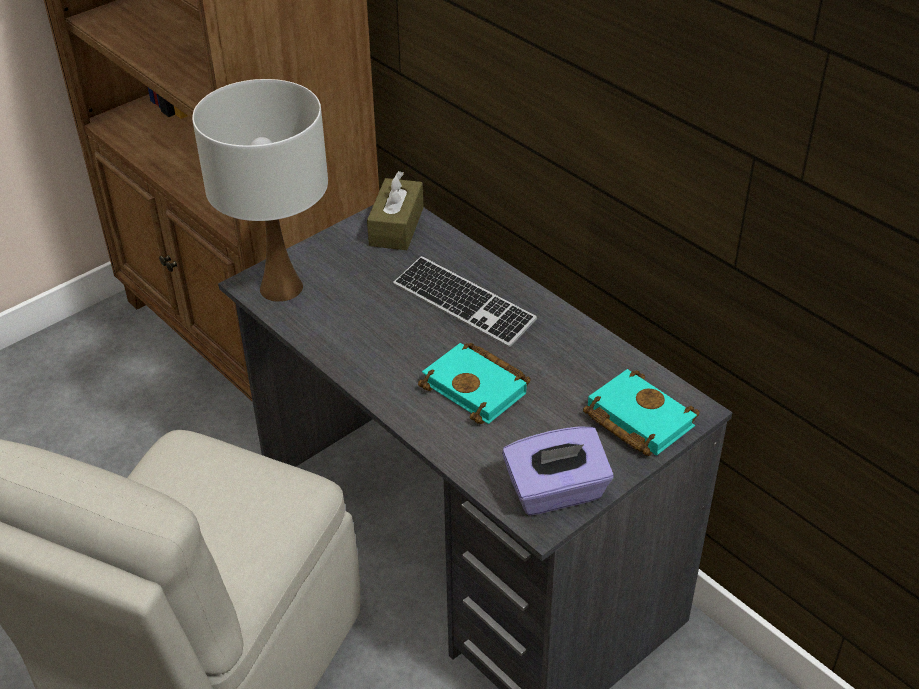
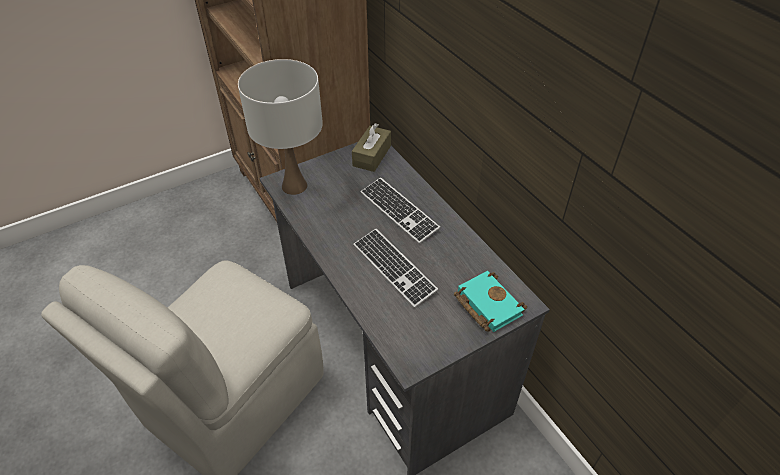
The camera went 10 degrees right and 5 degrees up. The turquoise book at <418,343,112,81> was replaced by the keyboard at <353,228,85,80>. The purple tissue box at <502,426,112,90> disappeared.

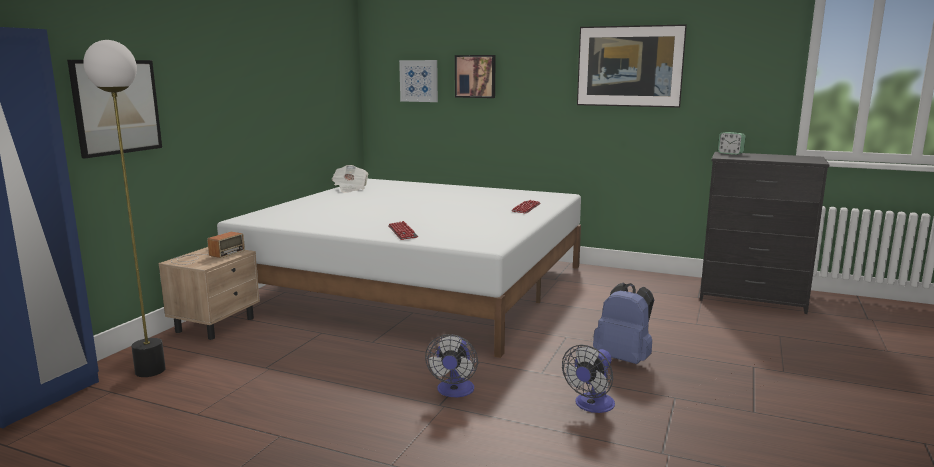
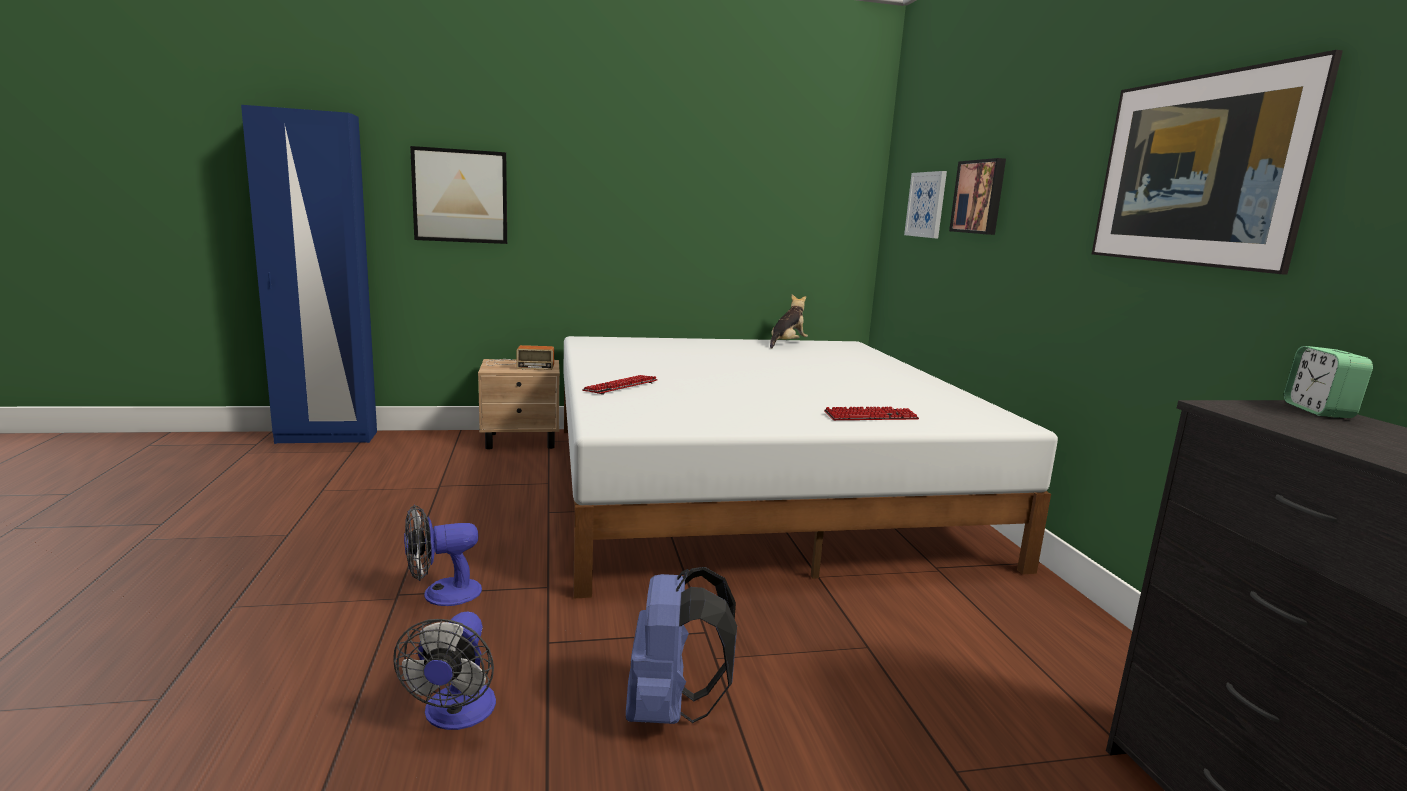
The camera went 55 degrees right and 0 degrees up. The floor lamp at <83,40,83,337> disappeared. The newspaper at <332,165,36,28> was replaced by the plush toy at <770,294,38,55>. The fan at <562,345,53,68> turned 90 degrees counterclockwise.

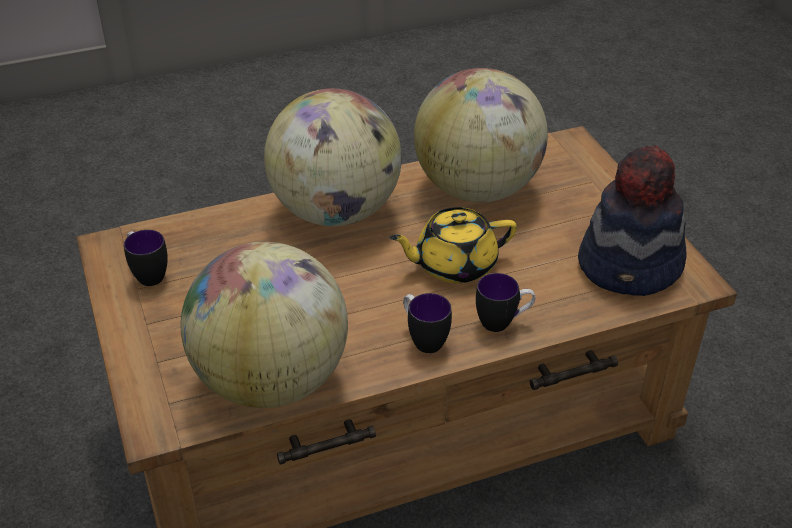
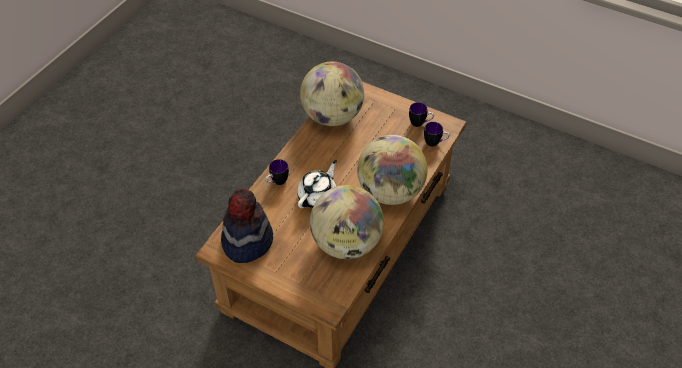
The camera went 140 degrees right and 10 degrees up. The yellow teapot at <389,207,128,76> became the white teapot at <297,160,40,48>. The mug moved from <403,293,49,60> to <424,122,26,25>.

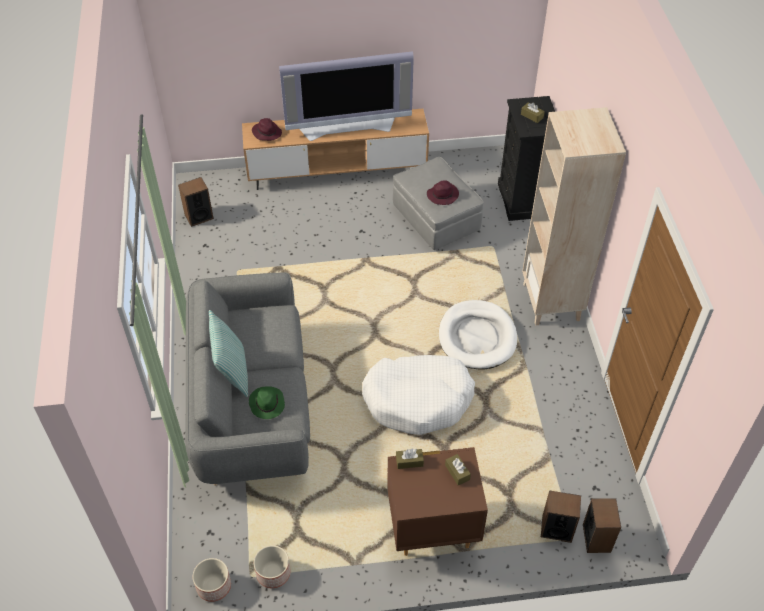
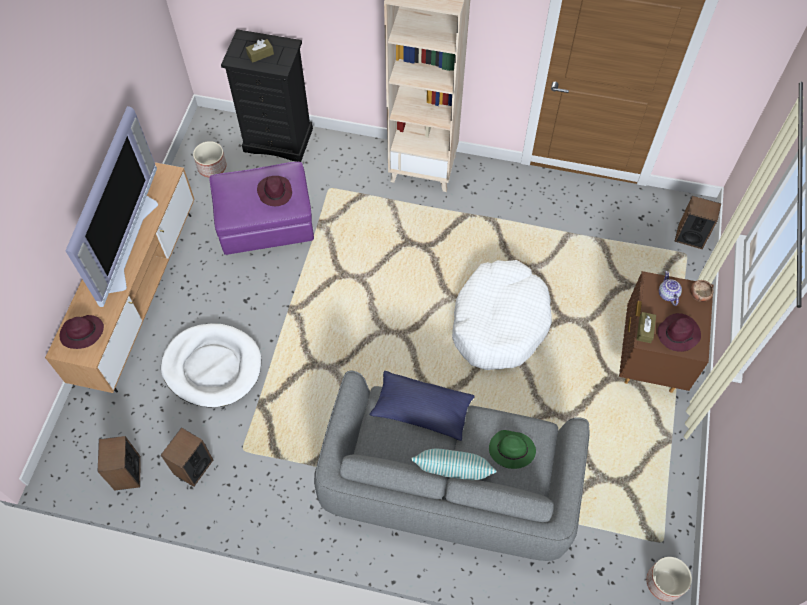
The camera went 70 degrees left and 10 degrees up. The planter moved from <254,545,37,44> to <193,141,34,36>. The grey ottoman at <393,157,91,93> became the purple ottoman at <209,162,105,93>. The white dog bed moved from <439,300,78,70> to <161,324,100,83>. The brown tissue box at <445,454,26,31> was replaced by the teapot at <659,271,23,35>. The speaker moved from <541,490,40,53> to <161,427,52,60>. The blue pillow at <370,371,105,70> appeared. The purple hat at <657,313,44,39> appeared. The bowl at <690,280,23,22> appeared.

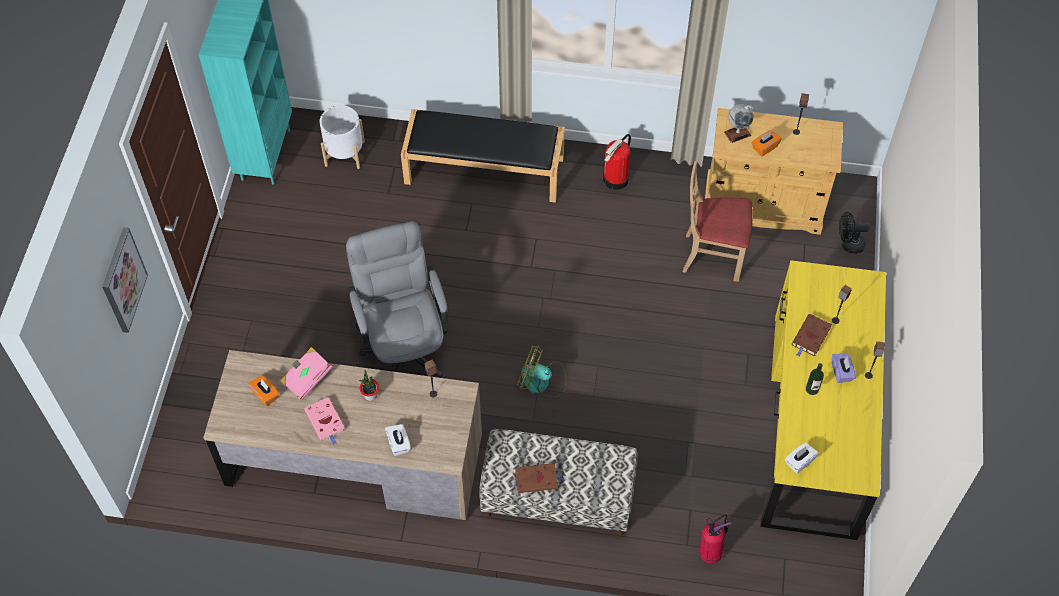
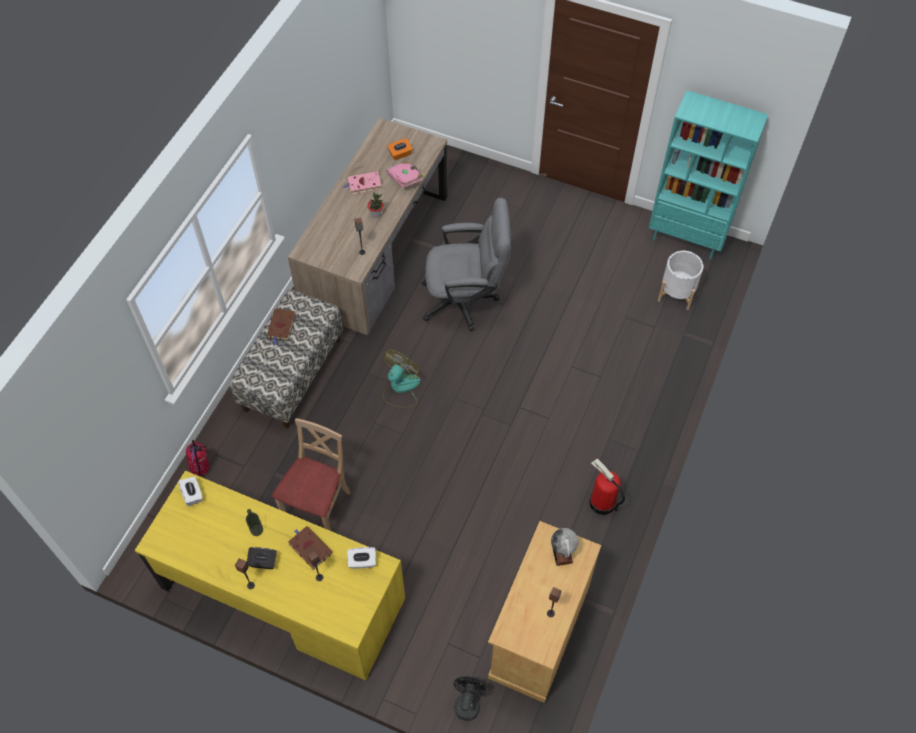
The camera went 105 degrees right and 0 degrees up. The picture at <102,227,46,106> disappeared. The white tissue box moved from <385,424,26,32> to <347,547,29,22>. The black bench at <401,109,164,94> disappeared. The beige chair moved from <683,161,70,121> to <272,418,79,113>. The orange tissue box at <752,130,30,26> disappeared. The purple tissue box at <832,354,24,29> became the black tissue box at <247,547,30,22>.

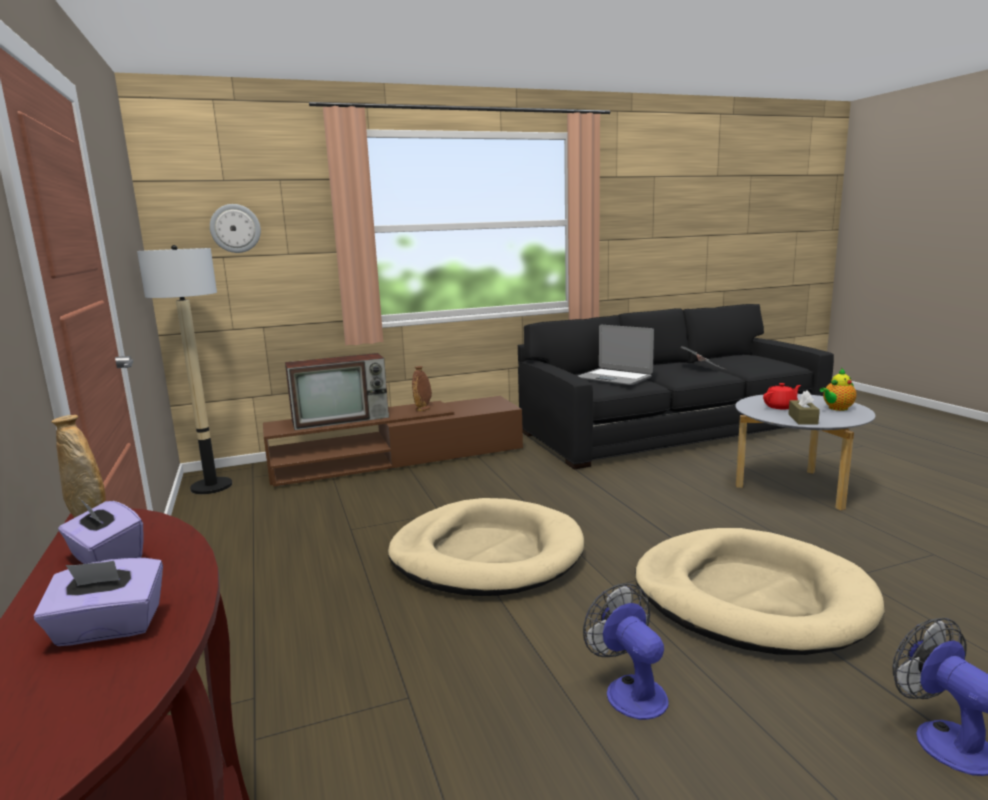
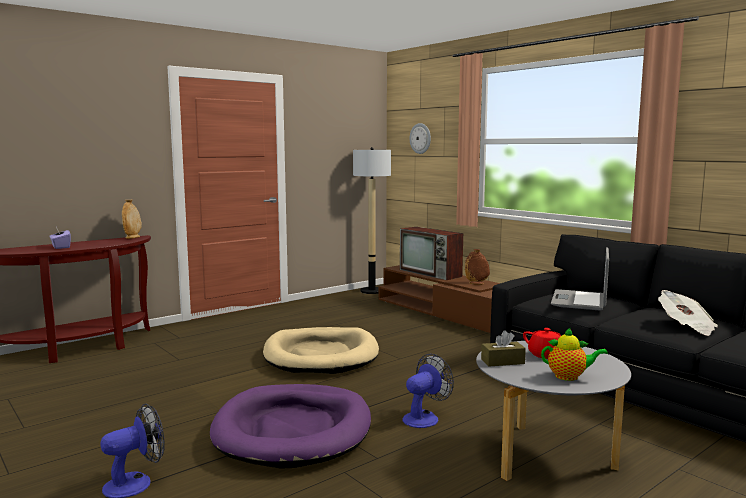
The camera went 70 degrees right and 5 degrees down. The purple tissue box at <58,499,86,65> disappeared. The fan moved from <583,583,86,137> to <402,354,52,74>. The beige dog bed at <635,528,250,127> became the purple dog bed at <210,384,161,85>. The teapot at <820,368,37,43> turned 150 degrees clockwise.

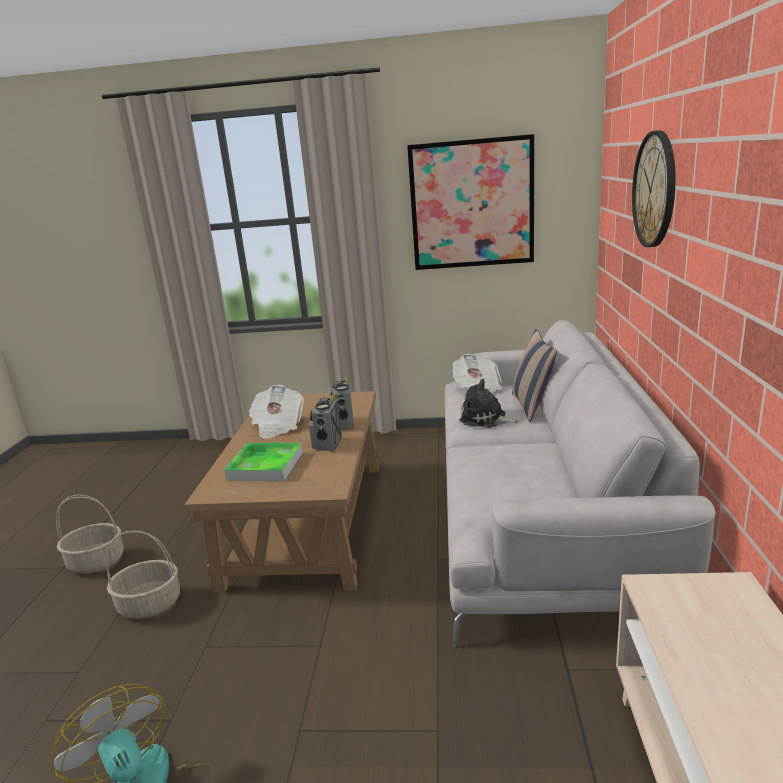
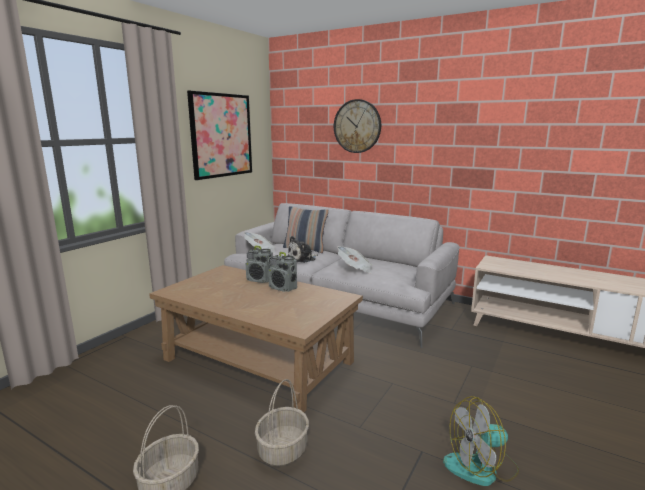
The camera went 65 degrees left and 5 degrees down. The tray at <224,443,78,38> disappeared. The newspaper moved from <248,385,56,54> to <337,246,35,28>.

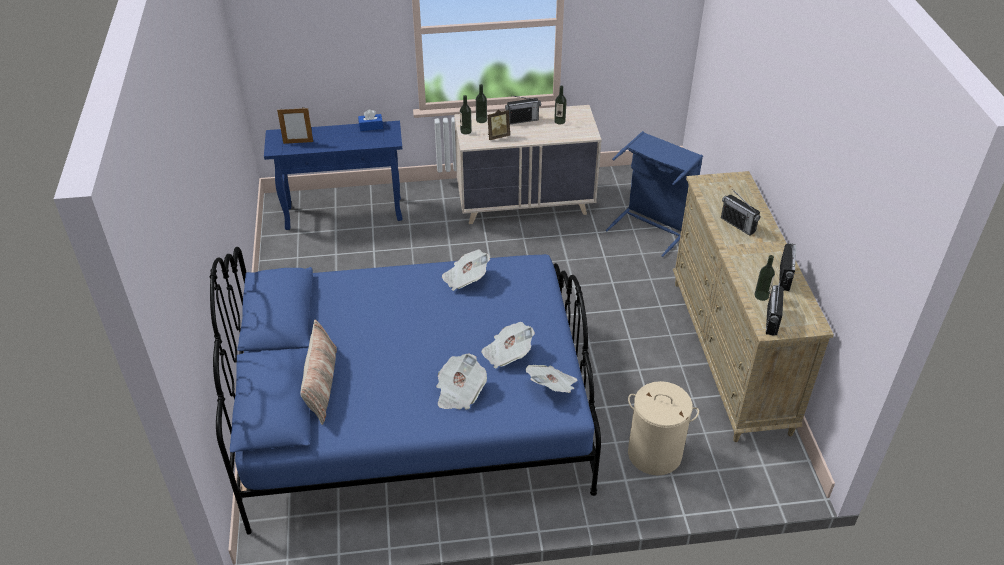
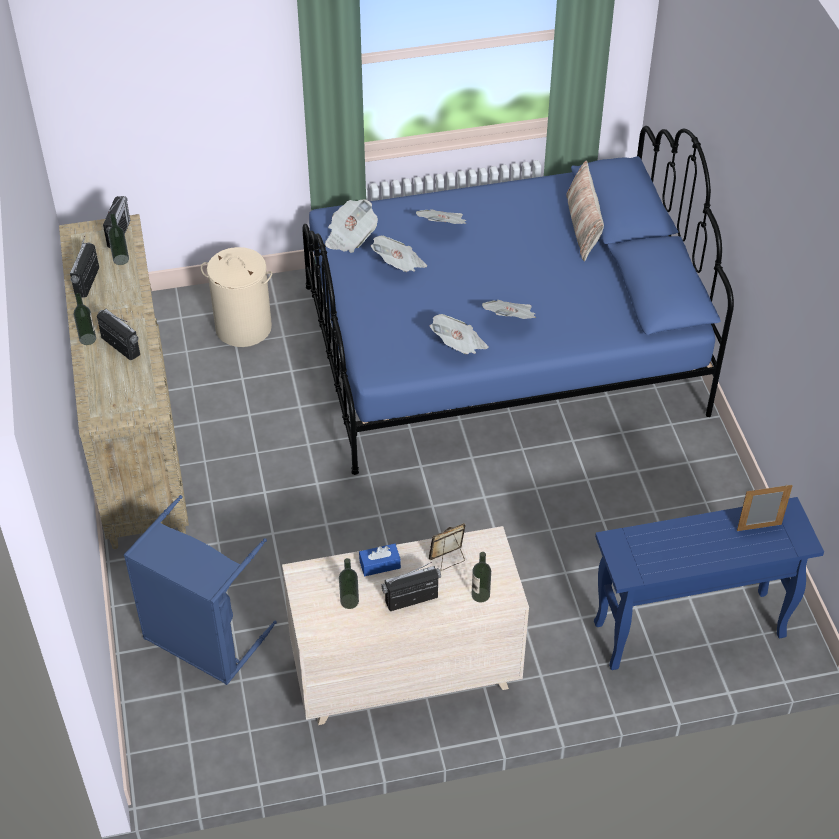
The camera went 175 degrees right and 5 degrees up. The blue tissue box moved from <358,109,25,22> to <359,544,42,32>. The bottle moved from <460,95,12,40> to <74,293,22,52>. The newspaper at <482,300,54,19> appeared.

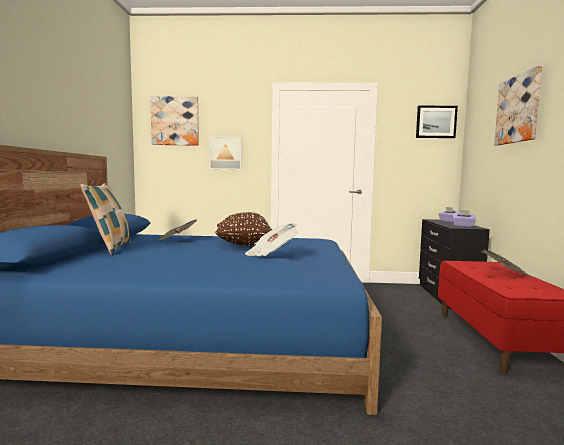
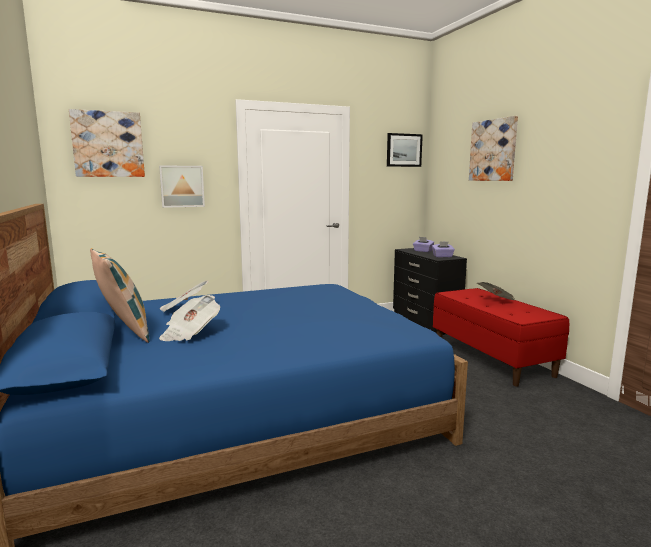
The camera went 25 degrees left and 5 degrees up. The brown pillow at <215,212,57,34> disappeared. The newspaper moved from <245,223,53,33> to <159,295,61,46>.

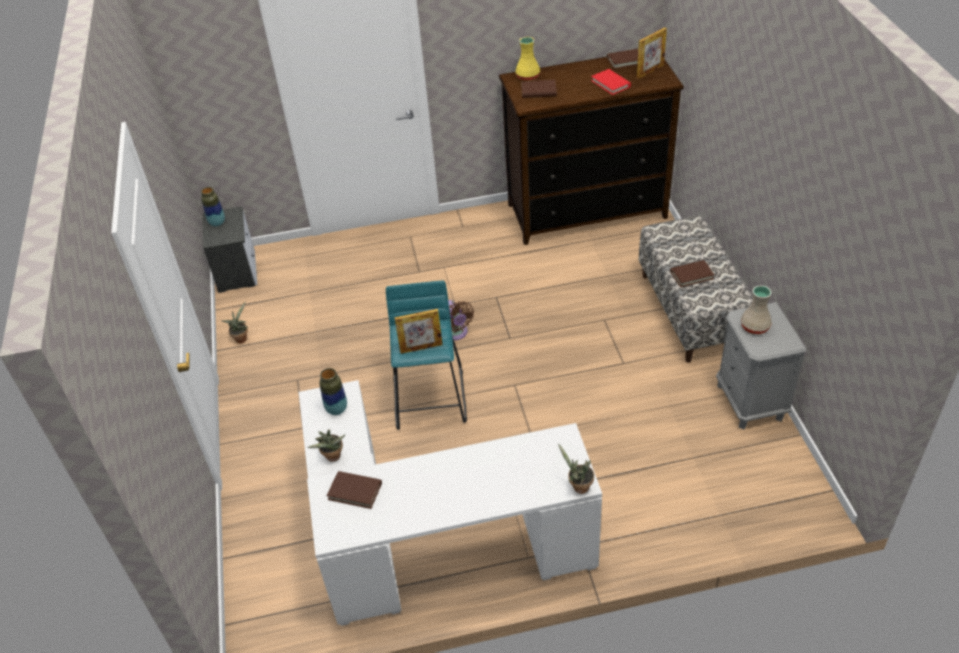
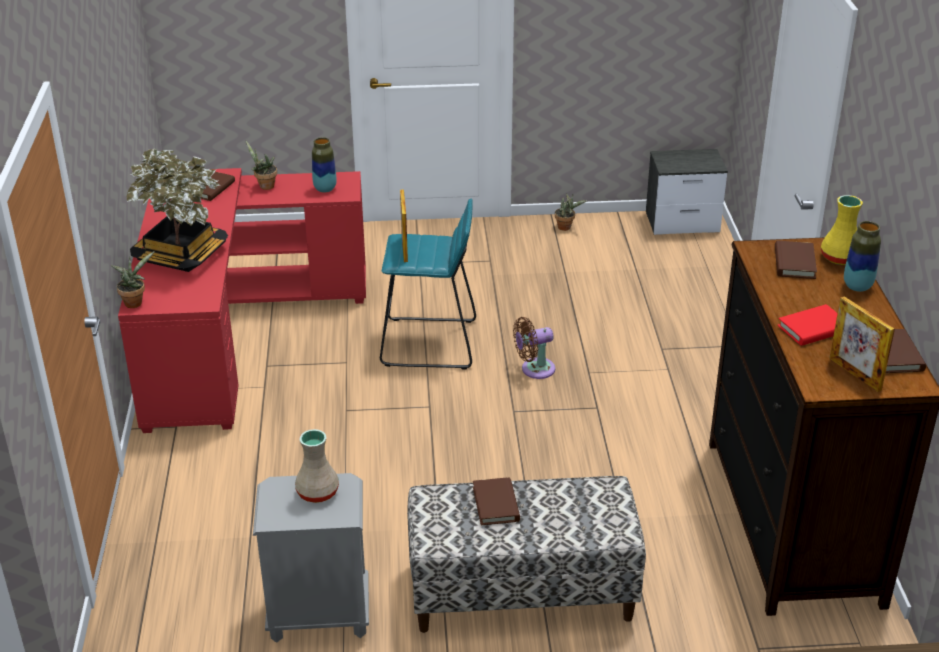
The camera went 95 degrees right and 10 degrees down. The vase moved from <201,187,24,40> to <844,221,37,71>. The white desk at <299,380,303,246> became the red desk at <118,168,248,265>. The potted plant at <127,148,101,124> appeared.

